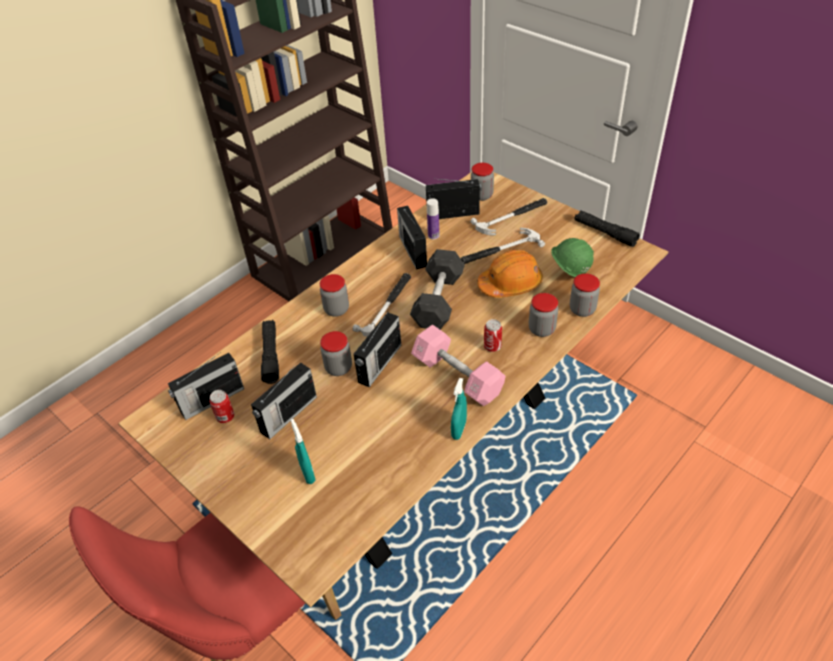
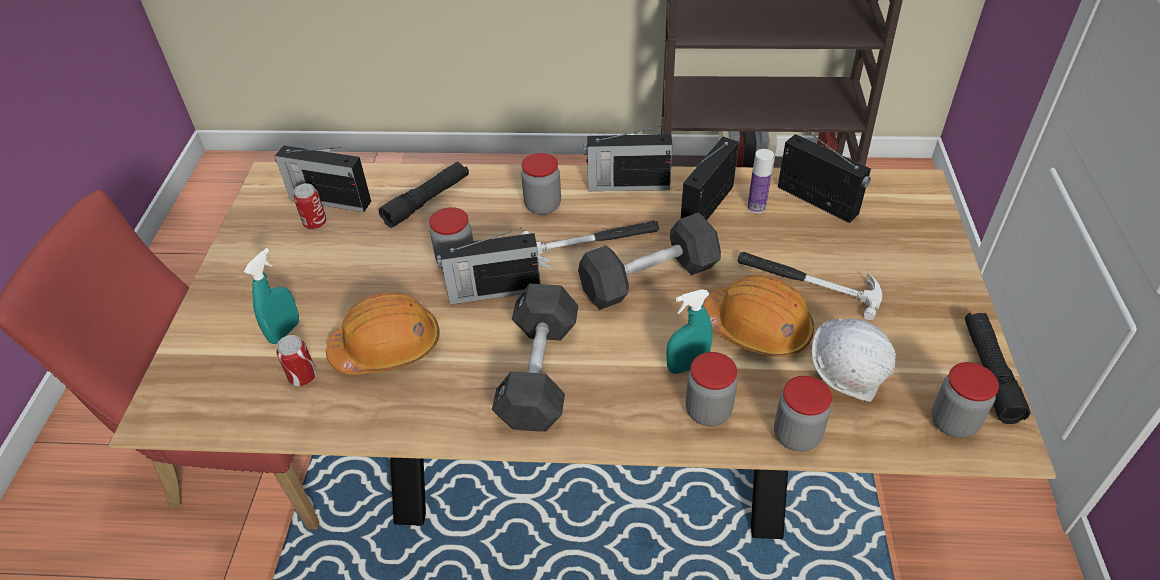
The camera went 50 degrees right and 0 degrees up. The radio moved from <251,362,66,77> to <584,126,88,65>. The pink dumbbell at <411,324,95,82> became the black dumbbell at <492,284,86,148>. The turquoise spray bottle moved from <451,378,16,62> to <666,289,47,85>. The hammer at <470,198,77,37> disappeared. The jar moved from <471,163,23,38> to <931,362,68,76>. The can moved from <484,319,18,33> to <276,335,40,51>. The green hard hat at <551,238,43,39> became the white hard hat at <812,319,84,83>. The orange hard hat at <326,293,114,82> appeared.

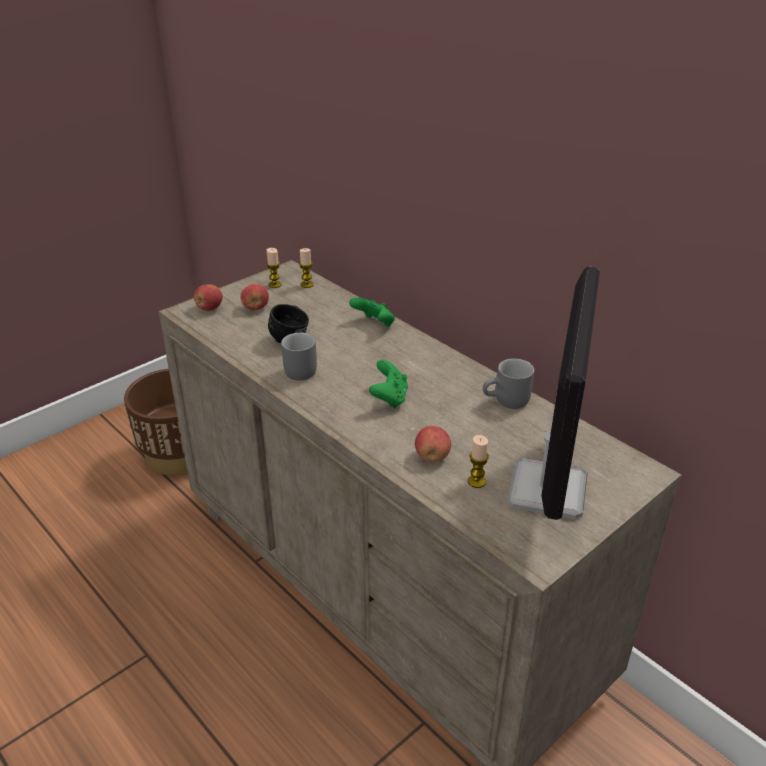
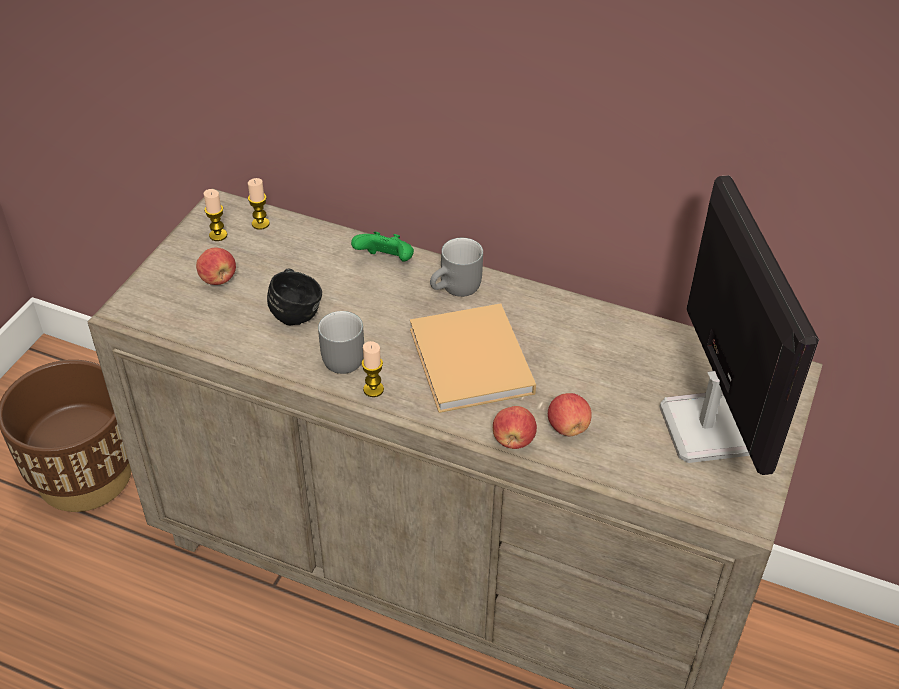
The camera went 25 degrees left and 10 degrees up. The apple moved from <194,284,29,27> to <493,406,44,43>. The green game controller at <369,360,39,48> was replaced by the beige book at <410,303,126,110>. The candle moved from <468,435,21,53> to <361,341,23,56>. The grey mug moved from <483,358,52,51> to <430,238,53,59>.

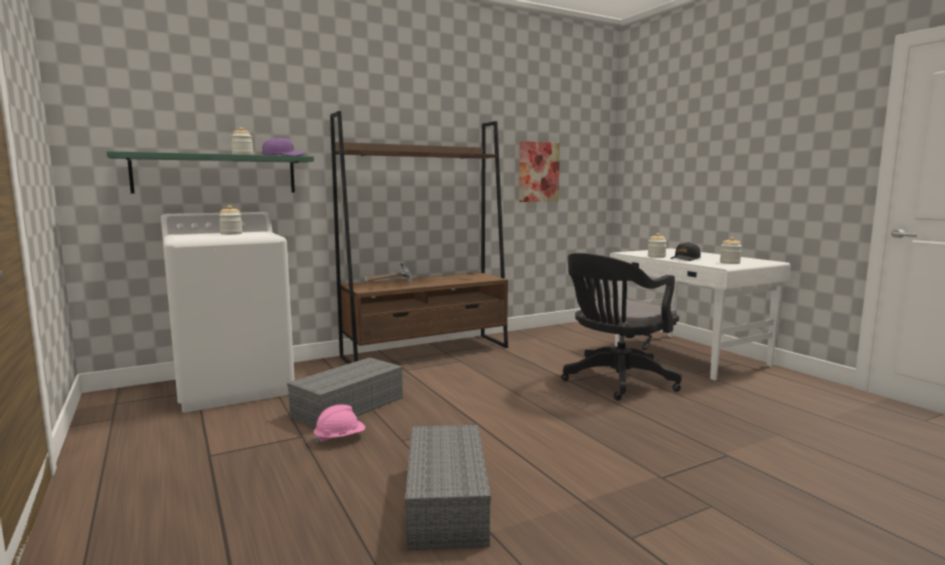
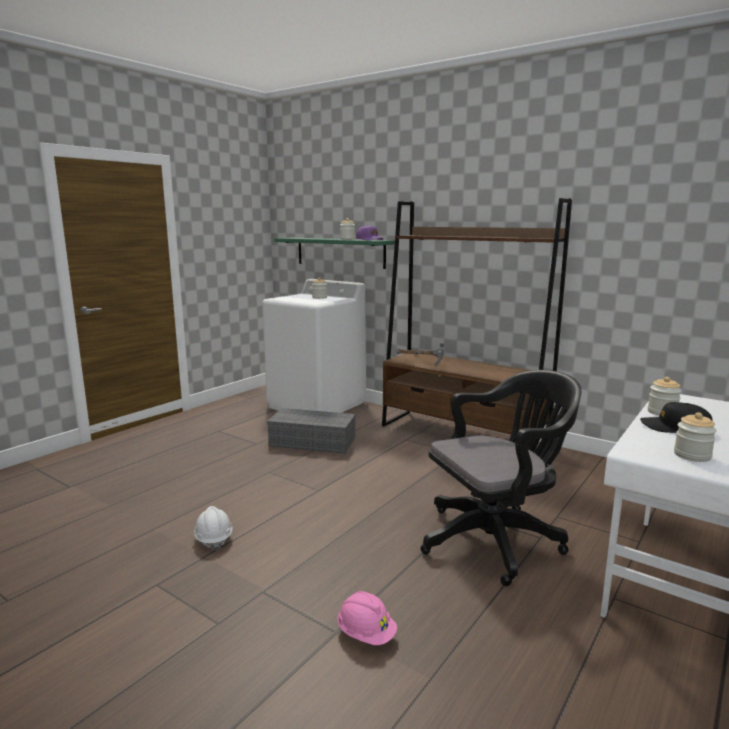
The camera went 65 degrees right and 5 degrees up. The pink hard hat moved from <313,405,52,39> to <337,591,60,54>. The grey storage box at <405,425,86,125> disappeared. The picture at <519,141,41,61> disappeared. The black office chair at <561,253,121,148> turned 135 degrees clockwise. The white hard hat at <194,506,39,45> appeared.

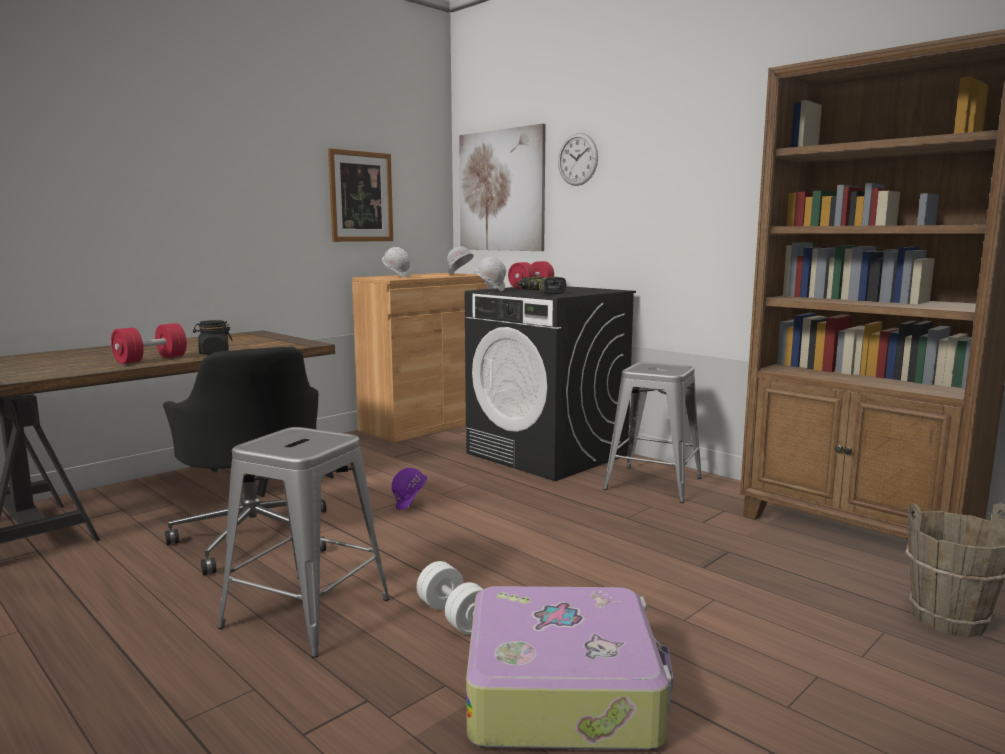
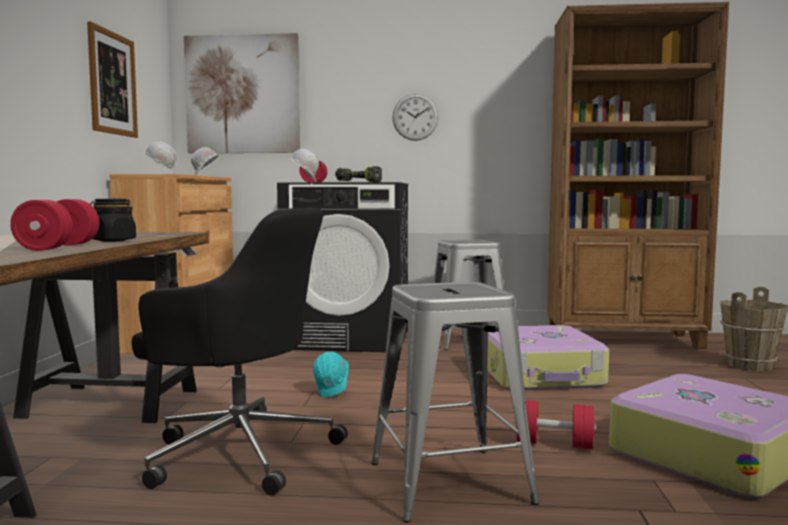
The camera went 40 degrees left and 5 degrees down. The purple hard hat at <392,468,35,42> became the turquoise hard hat at <313,352,36,45>. The white dumbbell at <417,561,66,74> became the red dumbbell at <515,400,82,49>. The wall clock moved from <558,133,40,53> to <392,94,47,47>. The suitcase at <487,325,122,65> appeared.

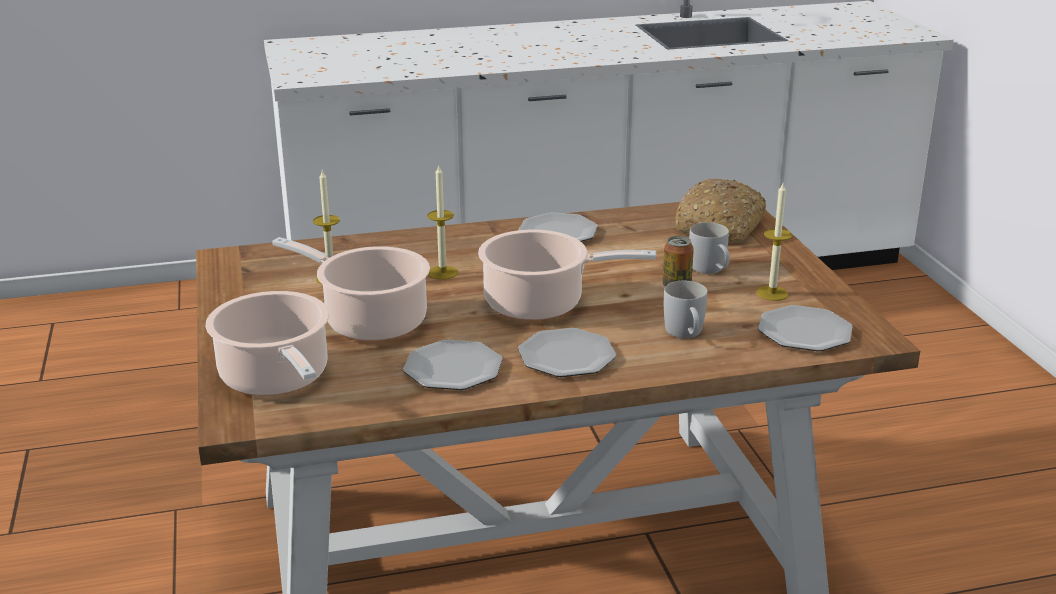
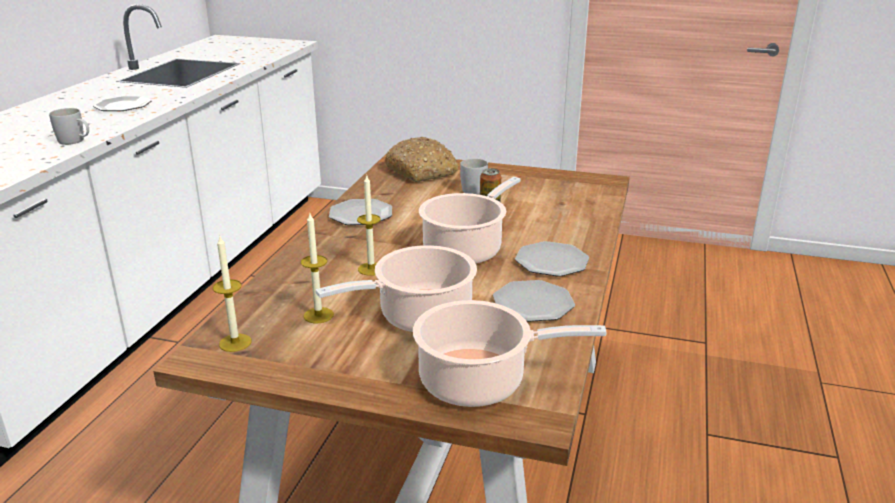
The camera went 60 degrees left and 0 degrees up. The white mug moved from <664,281,43,57> to <49,108,40,37>. The candle moved from <756,183,36,118> to <213,236,39,116>. The plate moved from <758,305,94,46> to <93,96,59,15>.

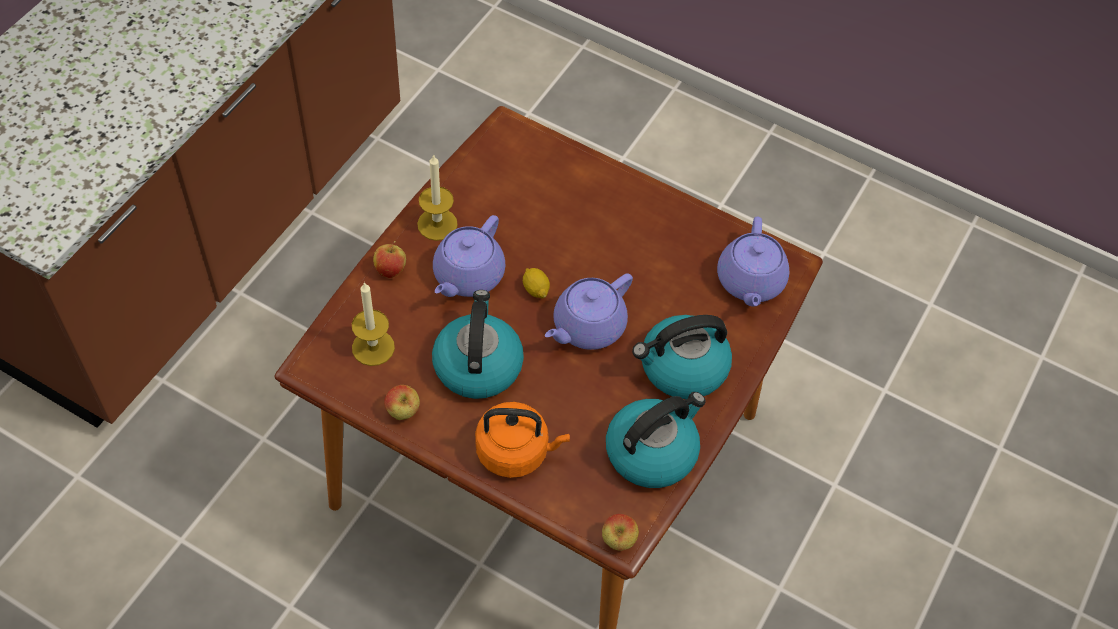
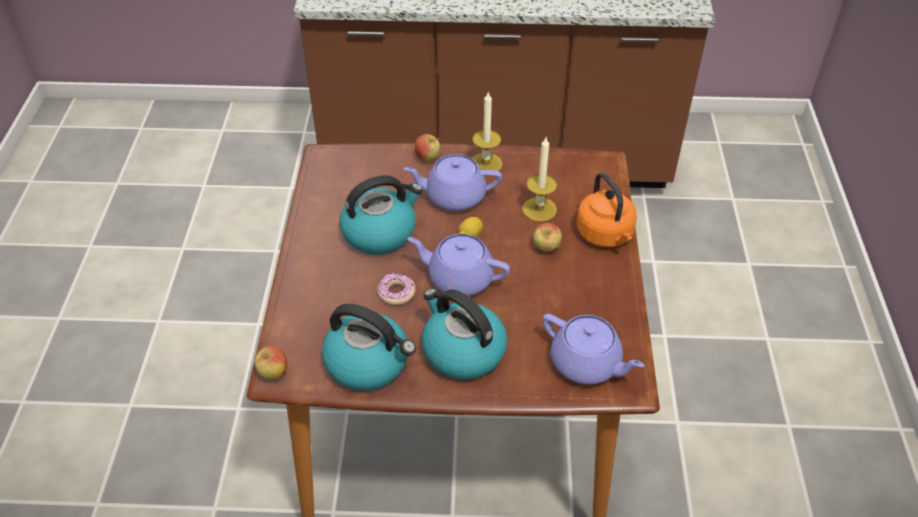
The camera went 65 degrees right and 10 degrees down. The candle moved from <352,282,43,84> to <522,137,35,85>. The apple moved from <384,385,36,35> to <533,223,29,28>. The orange kettle moved from <475,402,95,76> to <577,173,60,74>. The purple teapot at <717,217,72,89> turned 120 degrees counterclockwise. The donut at <377,273,38,32> appeared.

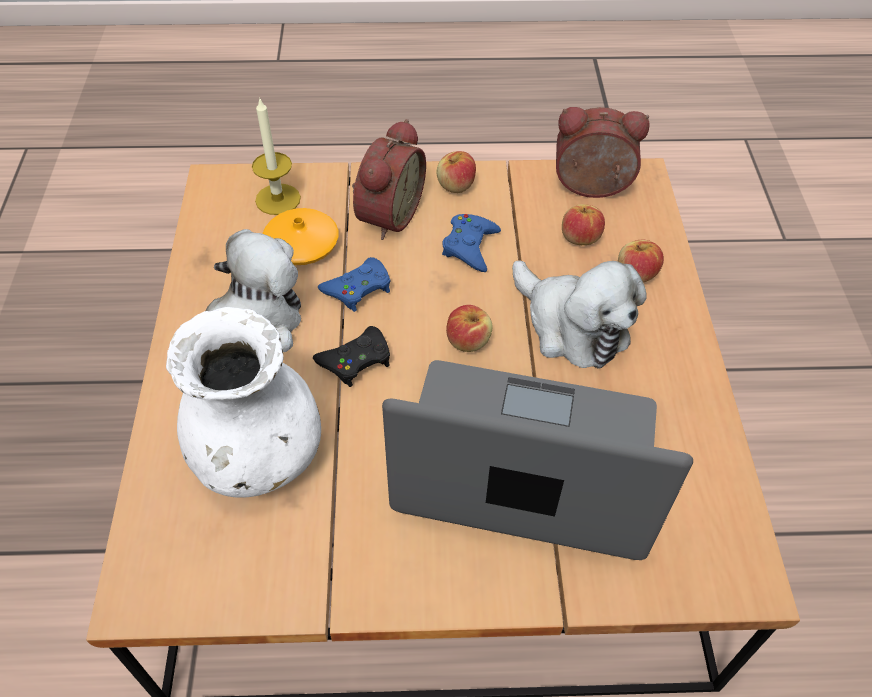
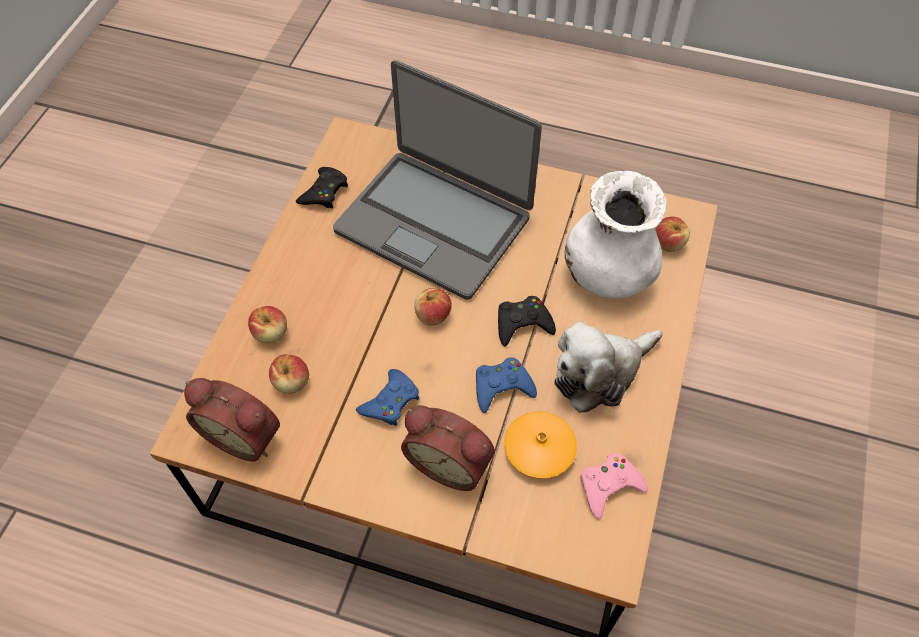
The camera went 160 degrees left and 5 degrees up. The candle at <252,97,49,118> disappeared. The alarm clock at <352,119,74,121> turned 105 degrees counterclockwise. The apple moved from <437,151,39,42> to <655,217,35,35>. The plush toy at <512,261,134,108> disappeared. The black game controller at <296,167,52,41> appeared. The pink game controller at <580,453,68,66> appeared.

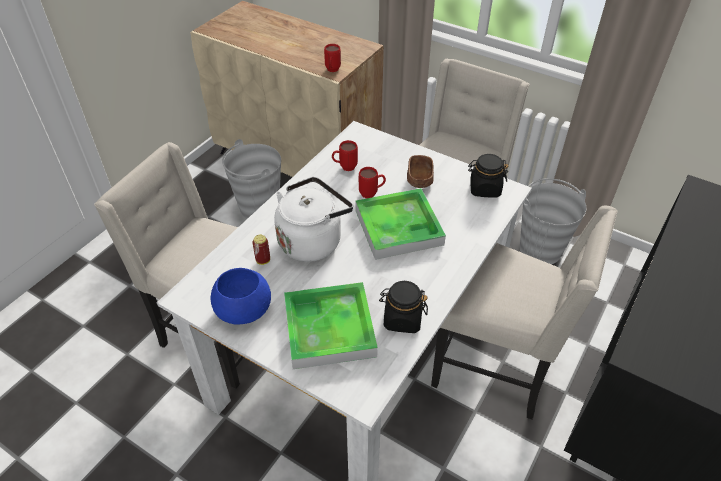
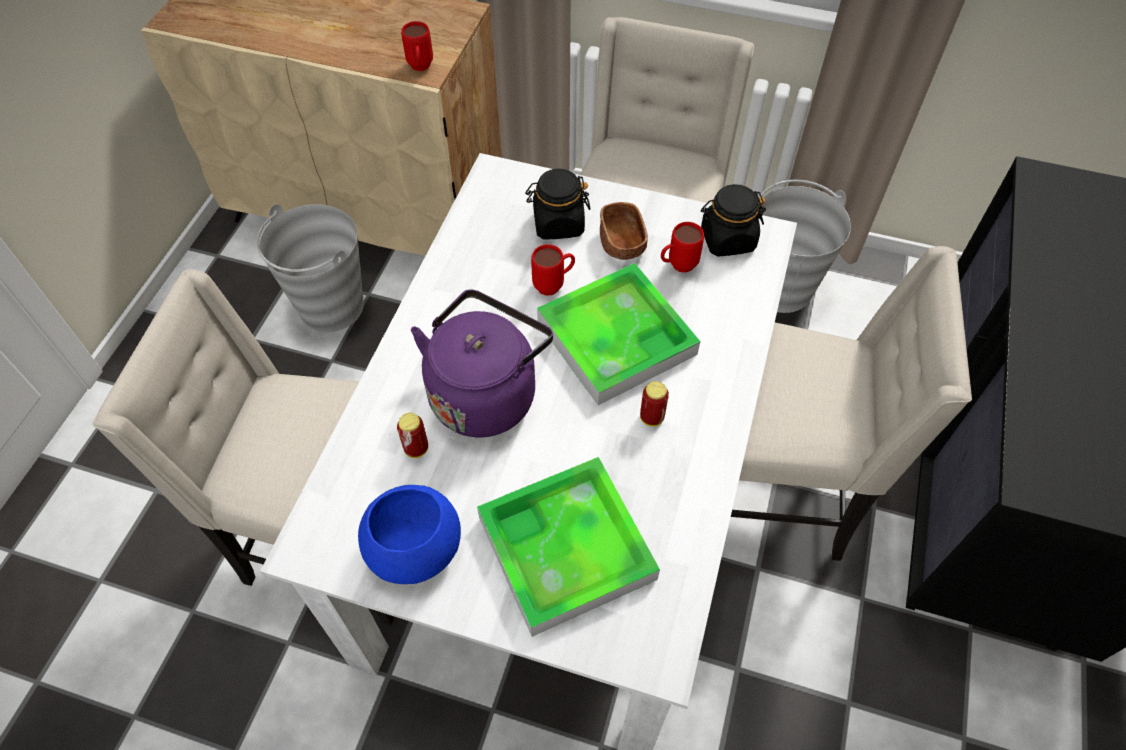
The camera went 15 degrees left and 10 degrees up. The white kettle at <274,177,79,85> became the purple kettle at <411,290,142,148>. The red mug moved from <332,140,26,31> to <661,222,43,51>. The black jar moved from <379,281,49,52> to <525,169,65,71>. The can at <640,381,29,45> appeared.

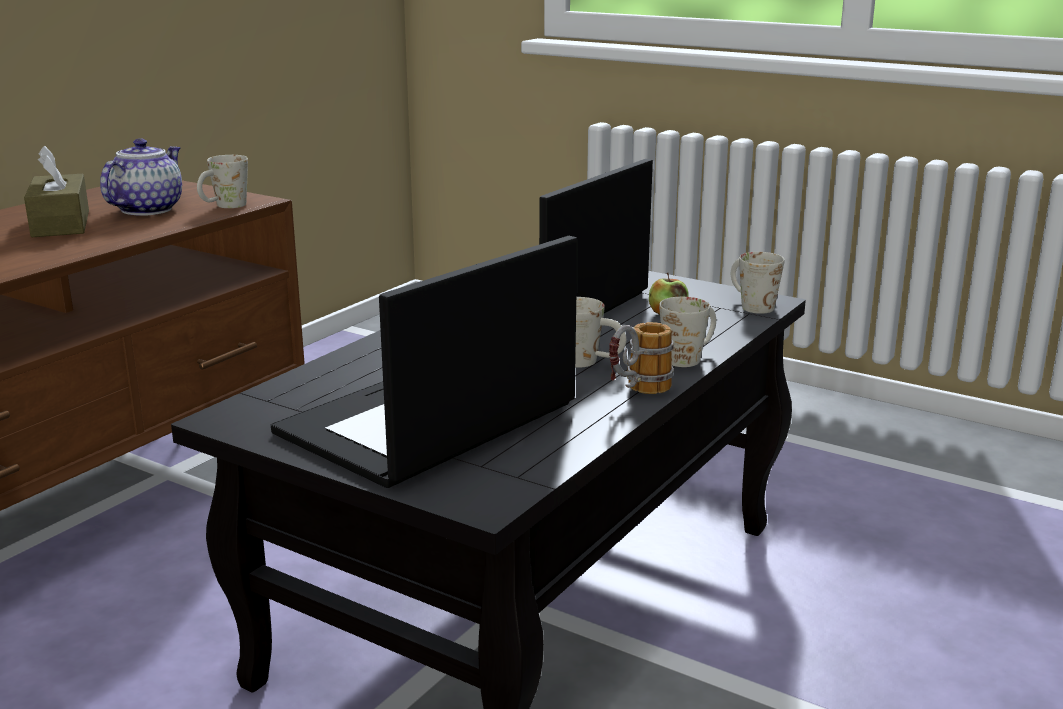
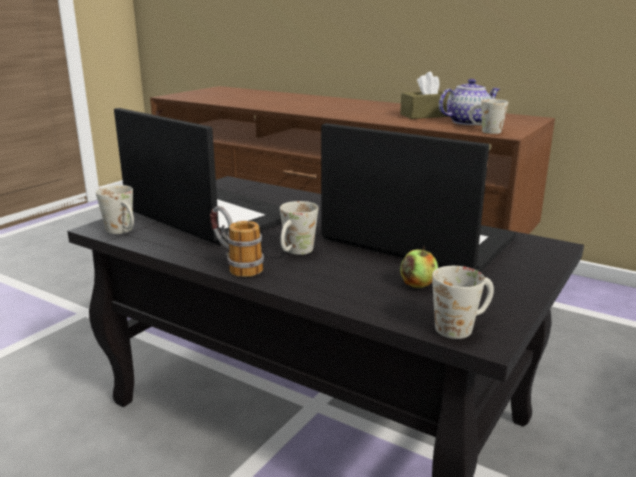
The camera went 90 degrees right and 0 degrees up. The teapot at <100,138,82,78> turned 45 degrees counterclockwise. The white mug moved from <659,297,57,70> to <96,185,38,49>.

